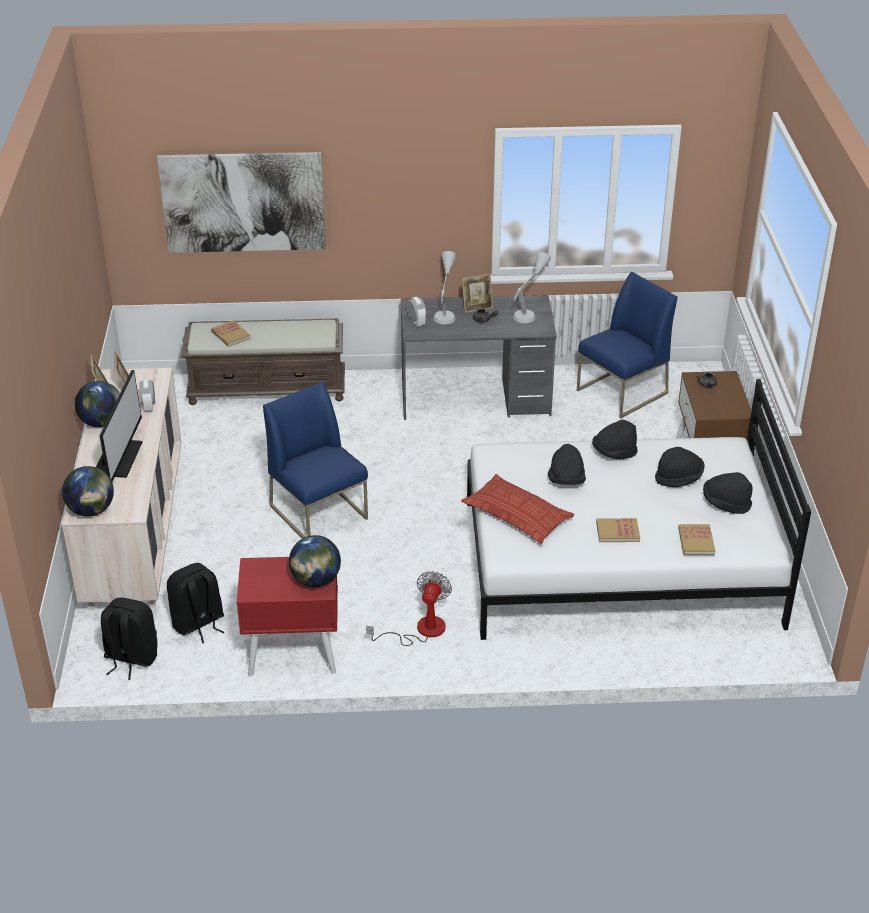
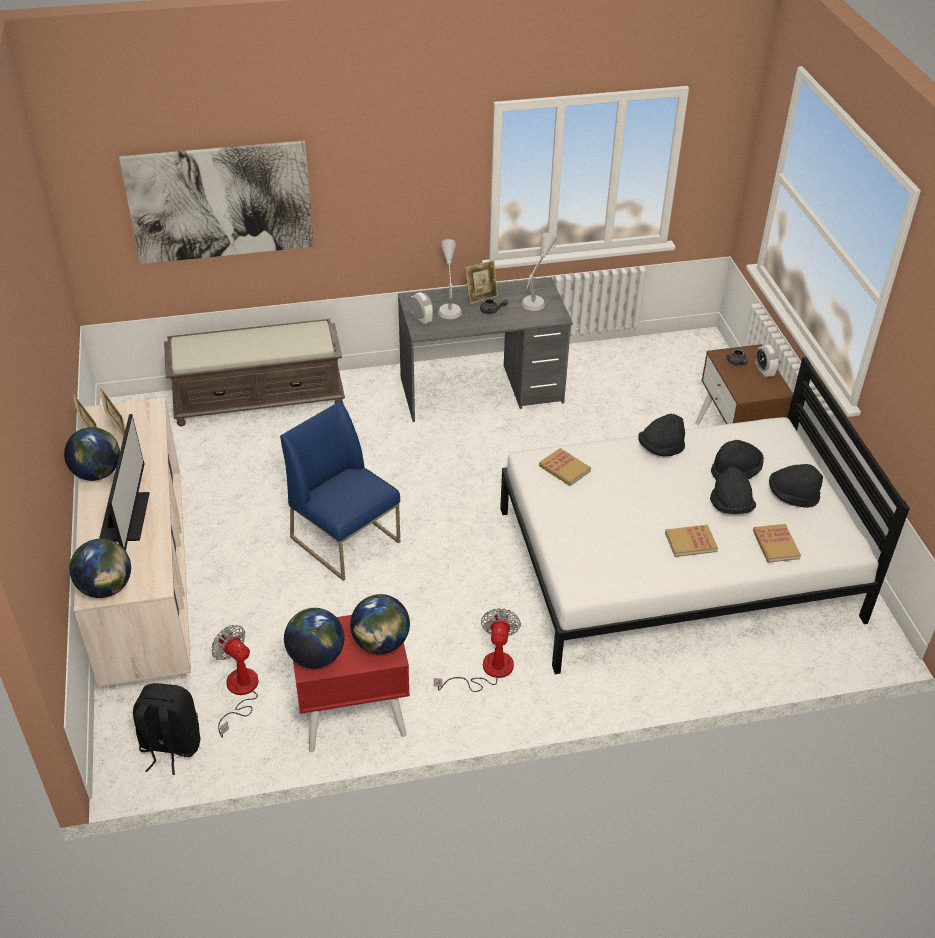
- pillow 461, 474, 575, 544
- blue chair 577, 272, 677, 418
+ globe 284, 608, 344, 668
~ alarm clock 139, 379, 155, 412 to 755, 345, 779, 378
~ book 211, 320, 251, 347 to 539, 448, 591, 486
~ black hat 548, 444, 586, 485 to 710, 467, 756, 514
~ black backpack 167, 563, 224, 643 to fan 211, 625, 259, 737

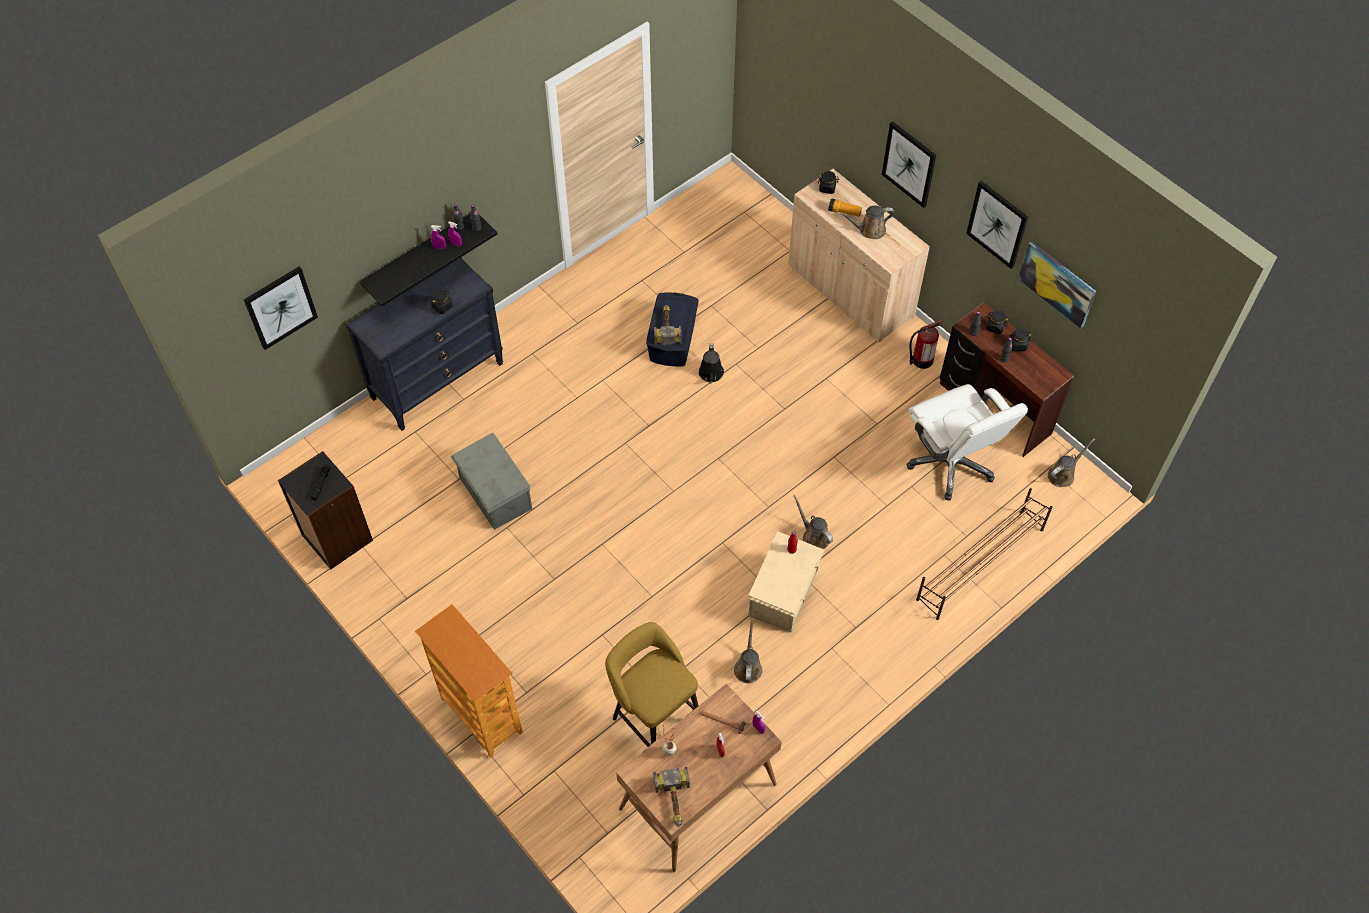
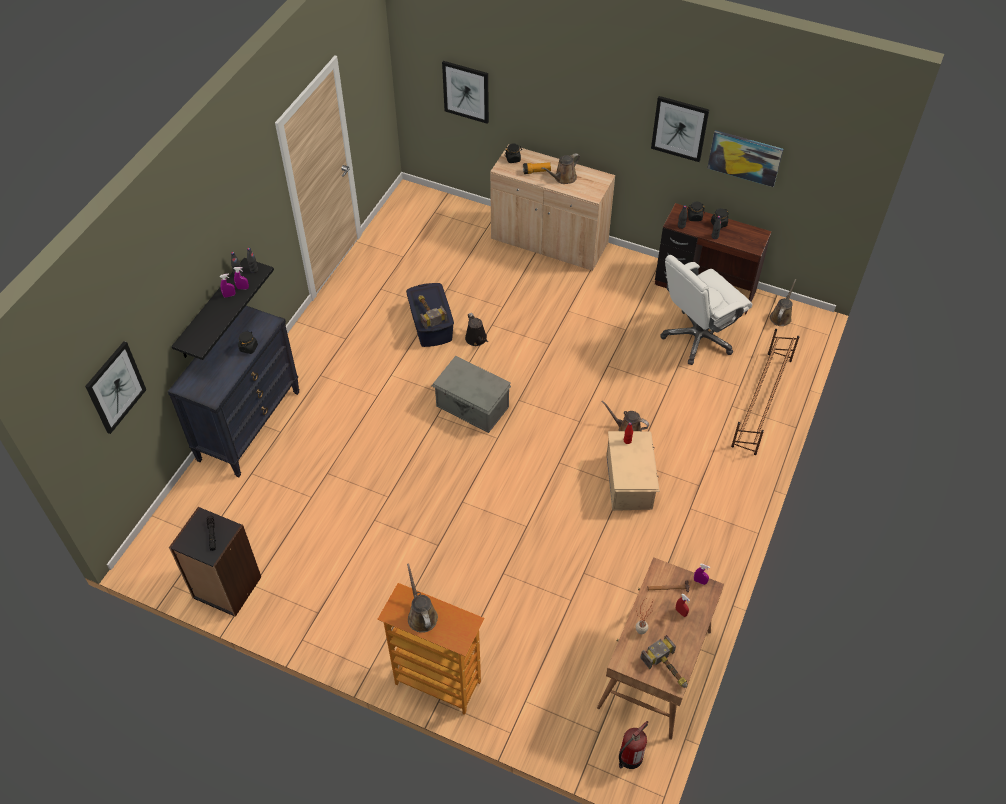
- yellow stool 605, 622, 699, 747
~ grey storage box 451, 433, 532, 530 to 431, 356, 511, 433
~ brown watering can 734, 618, 762, 683 to 407, 563, 438, 633
~ picture 882, 121, 936, 208 to 442, 61, 489, 124
~ fire extinguisher 909, 319, 944, 369 to 619, 721, 648, 769
~ white office chair 907, 384, 1028, 501 = 660, 255, 752, 365 105 degrees clockwise

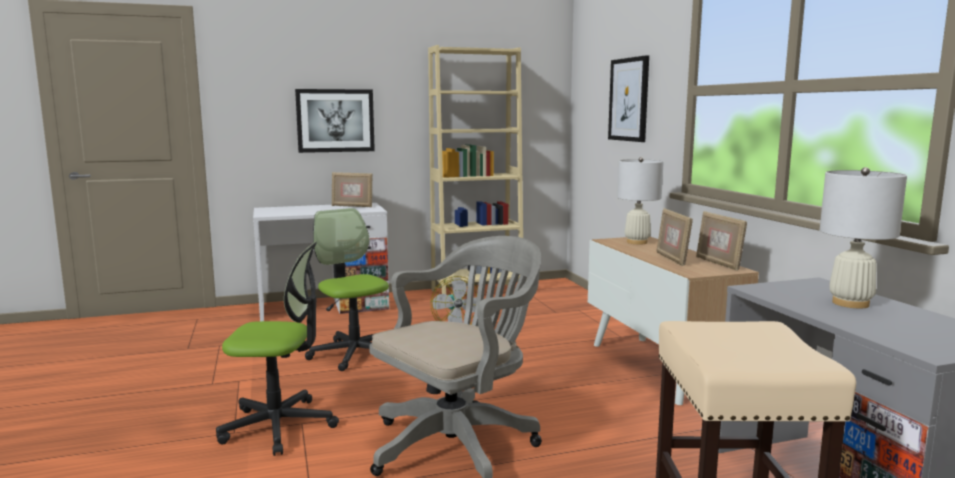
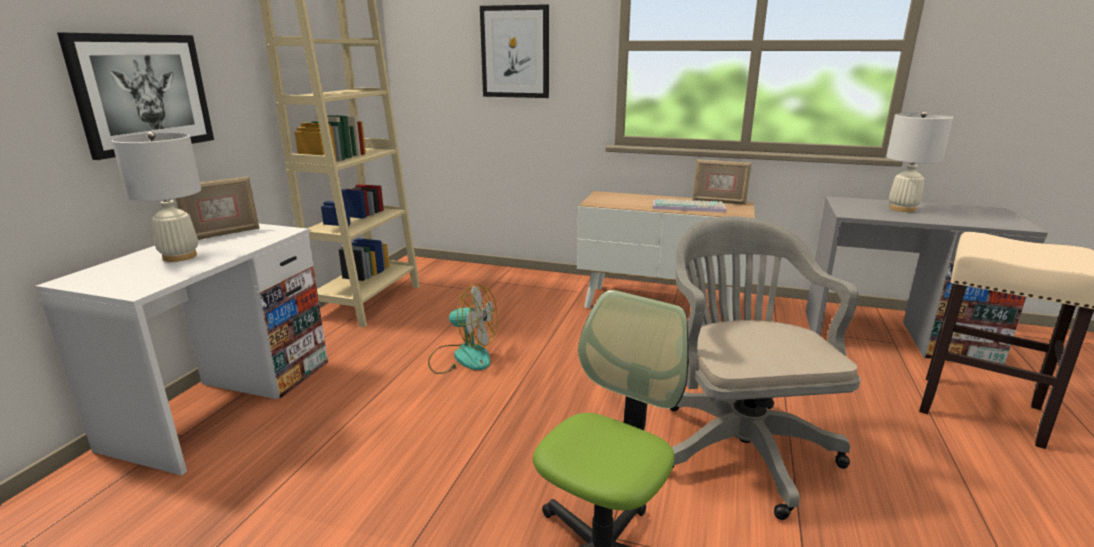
- office chair 305, 208, 389, 371
~ white table lamp 617, 157, 664, 245 to 112, 132, 201, 262
~ picture frame 657, 208, 693, 266 to keyboard 653, 199, 726, 212

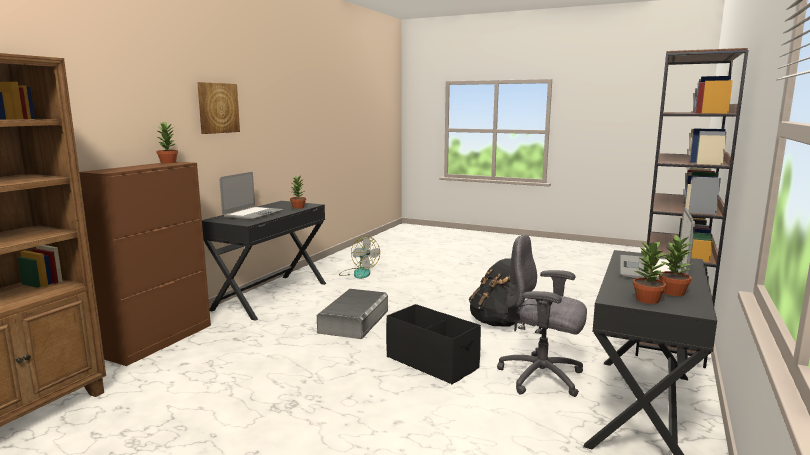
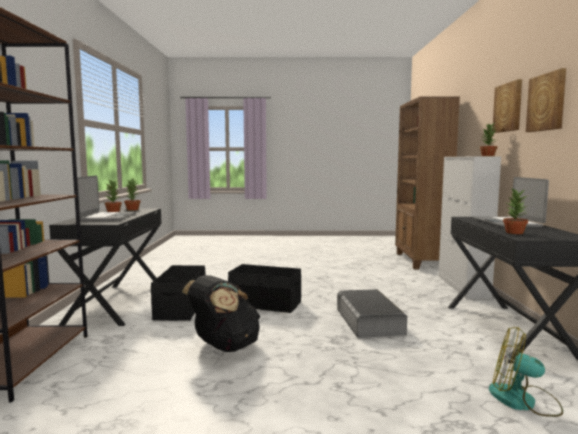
+ picture 492, 79, 522, 133
~ grey office chair 497, 234, 587, 397 to black storage box 151, 265, 206, 321
~ brown cabinet 79, 162, 211, 366 to white cabinet 438, 157, 501, 299

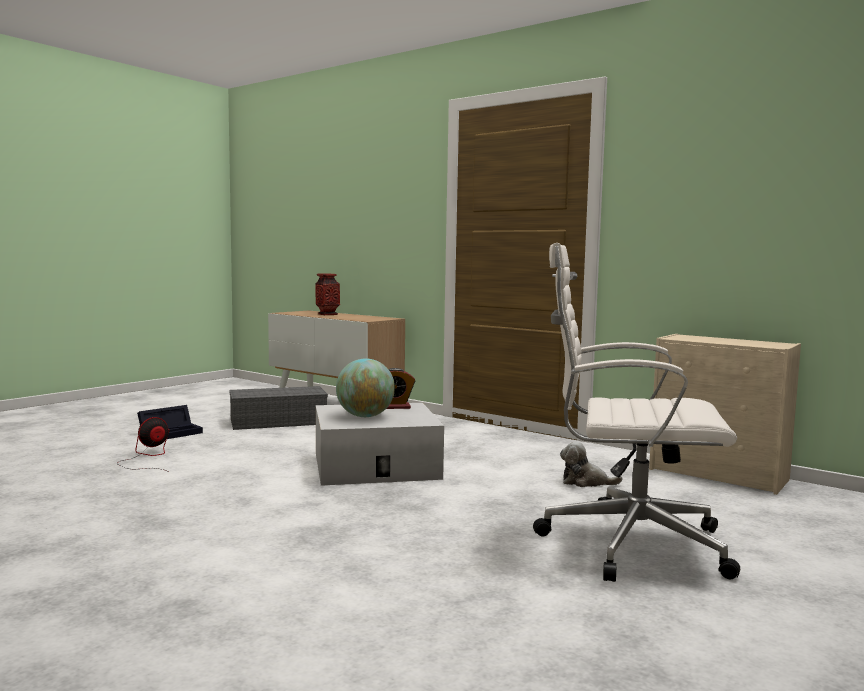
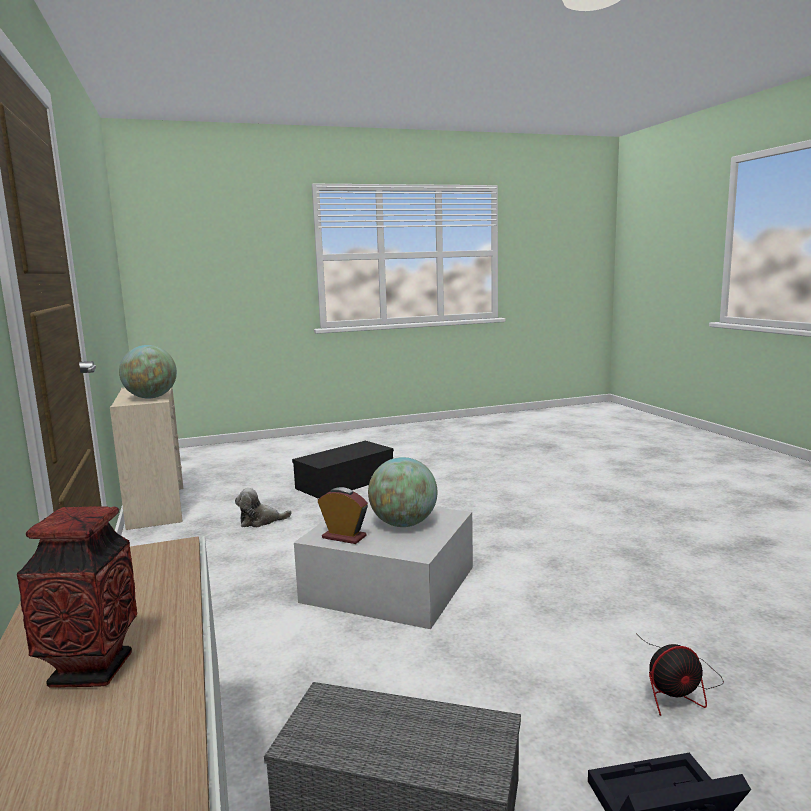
+ globe 119, 345, 177, 399
~ white office chair 533, 243, 740, 582 to black storage box 292, 441, 394, 499
~ plush toy 560, 441, 622, 487 = 235, 488, 292, 527 120 degrees clockwise

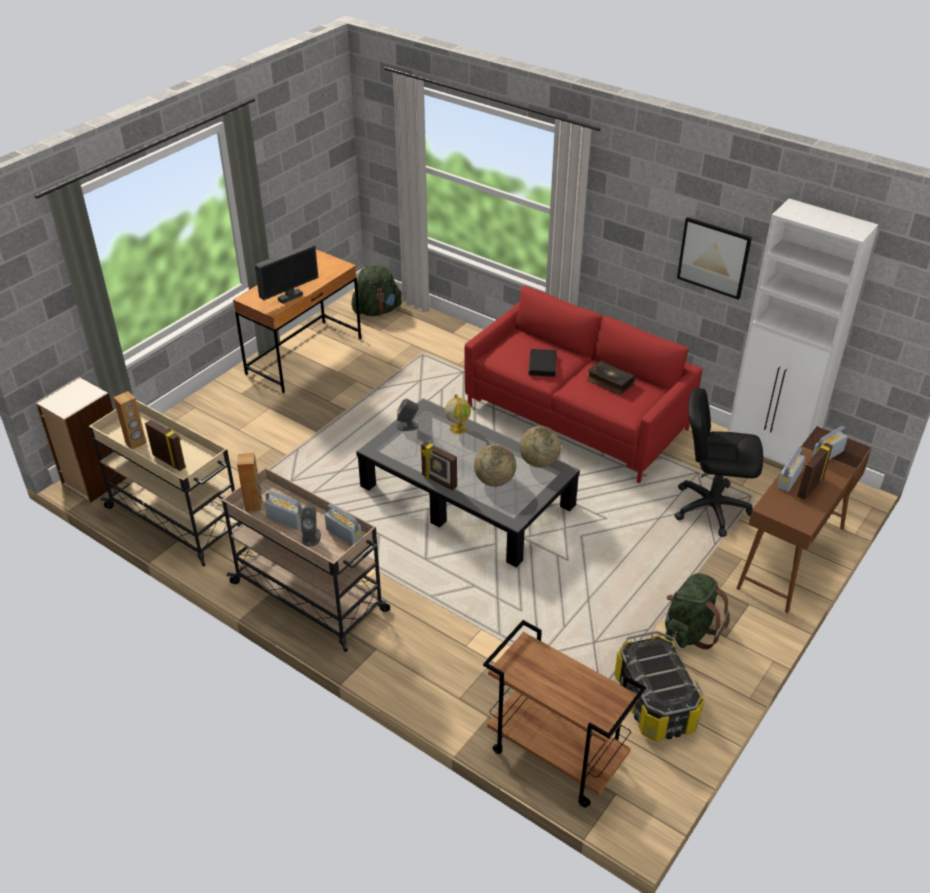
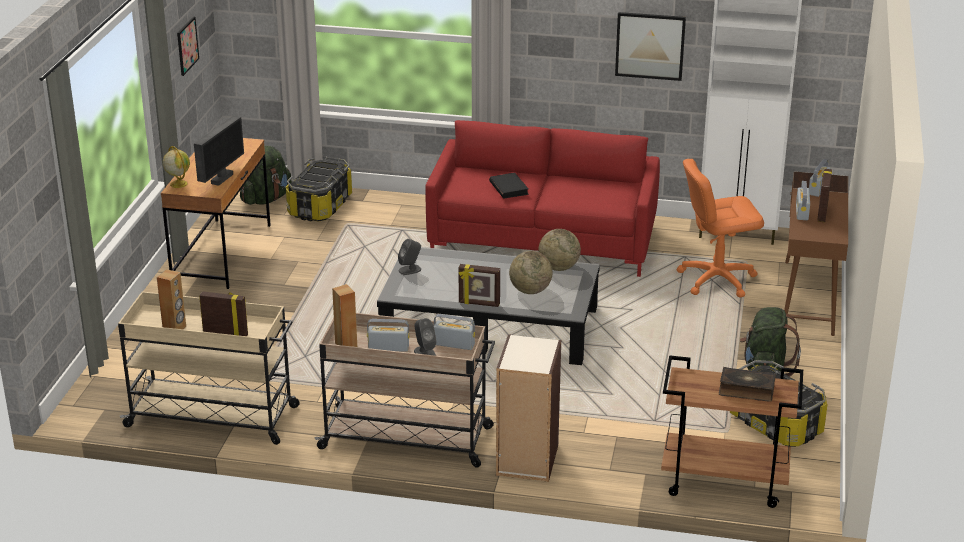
+ picture 177, 17, 199, 76
+ storage box 286, 156, 352, 222
~ bookcase 35, 377, 126, 503 to 496, 334, 561, 482
~ globe 445, 394, 471, 434 to 163, 146, 190, 188
~ book 587, 361, 635, 395 to 719, 367, 776, 402
~ black office chair 674, 388, 763, 537 to orange office chair 677, 159, 764, 297

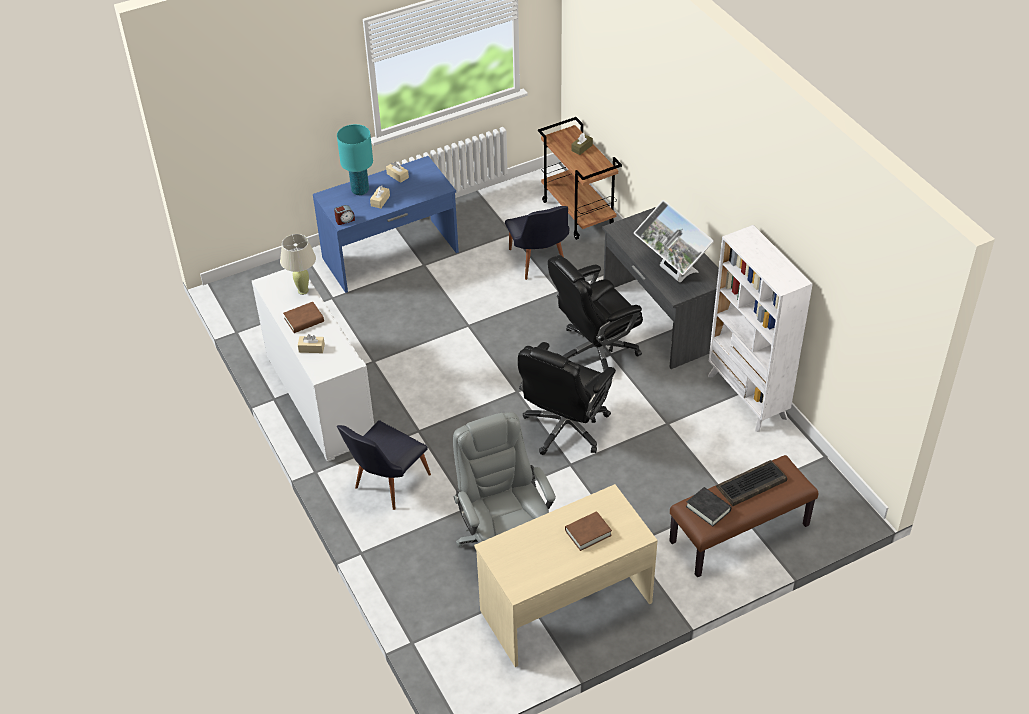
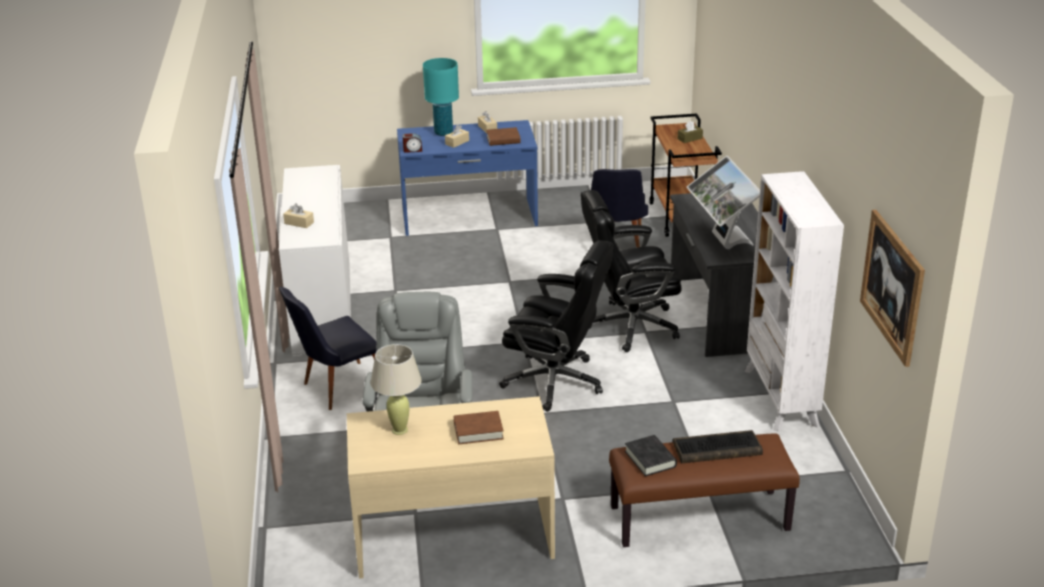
+ picture 860, 210, 925, 367
~ beige table lamp 280, 234, 316, 295 to 370, 344, 422, 435
~ brown book 283, 302, 324, 333 to 486, 127, 521, 146
~ black office chair 518, 342, 616, 455 = 499, 240, 613, 412 120 degrees counterclockwise

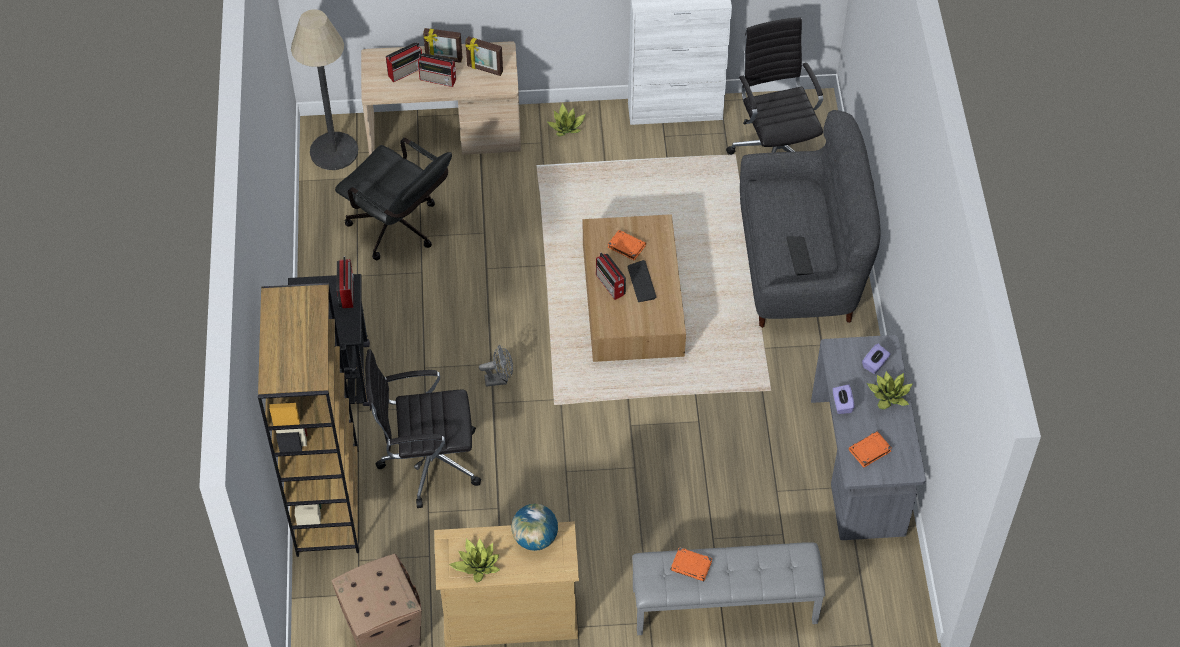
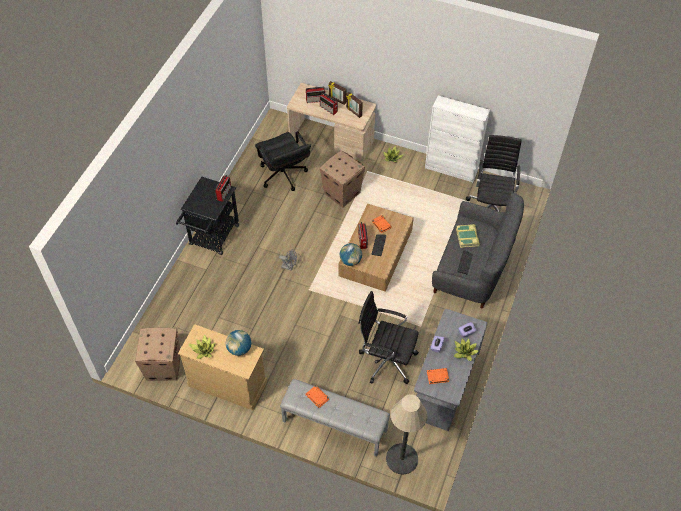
- brown bookcase 258, 283, 359, 557
+ cardboard box 320, 151, 365, 208
+ globe 340, 243, 362, 266
+ book 456, 224, 480, 248
~ floor lamp 291, 9, 358, 170 to 386, 394, 428, 475
~ black office chair 365, 349, 481, 508 to 358, 291, 419, 384

